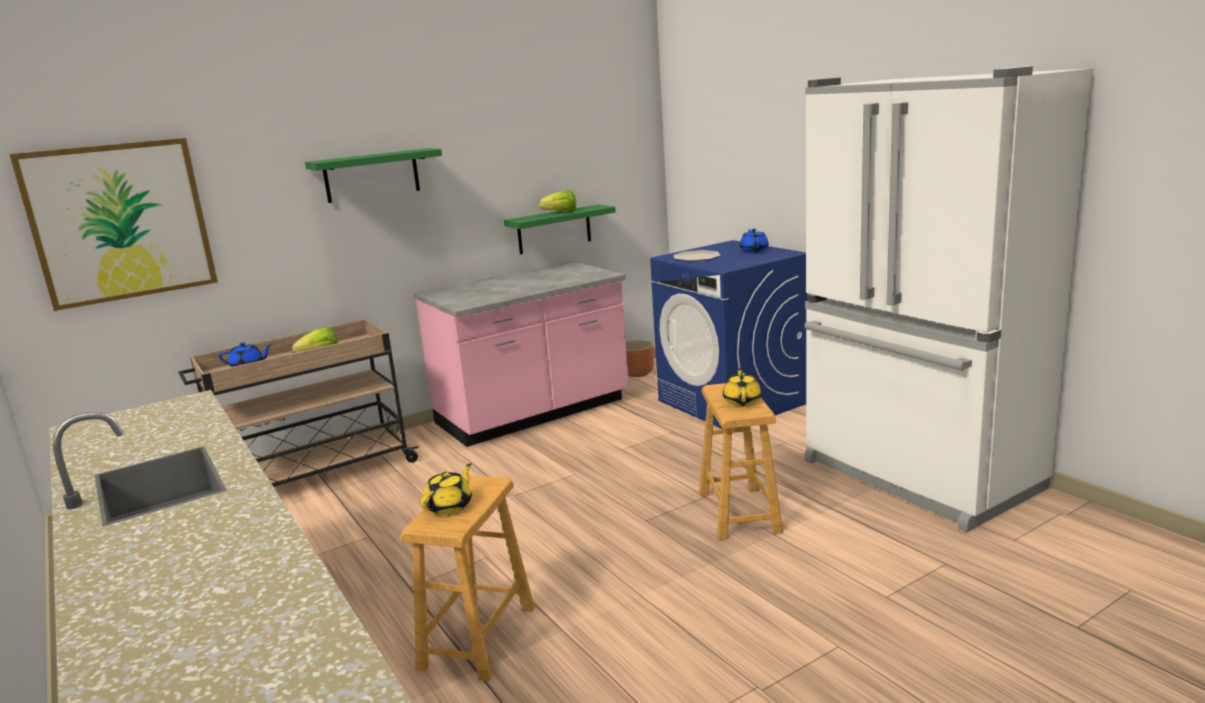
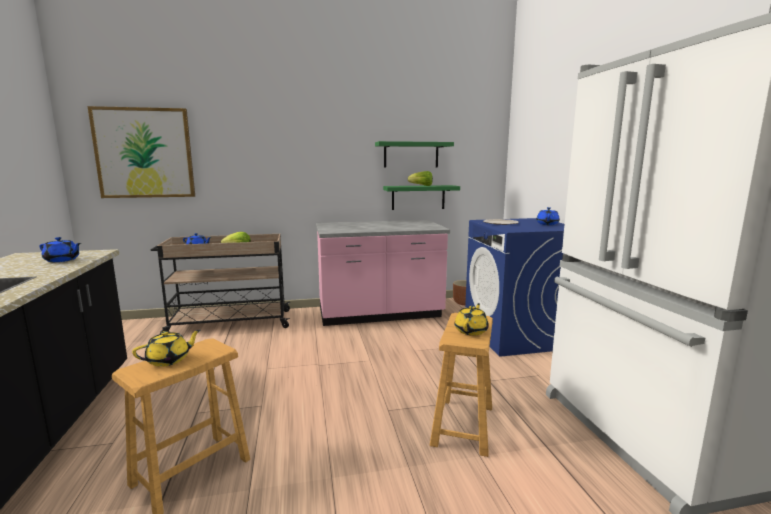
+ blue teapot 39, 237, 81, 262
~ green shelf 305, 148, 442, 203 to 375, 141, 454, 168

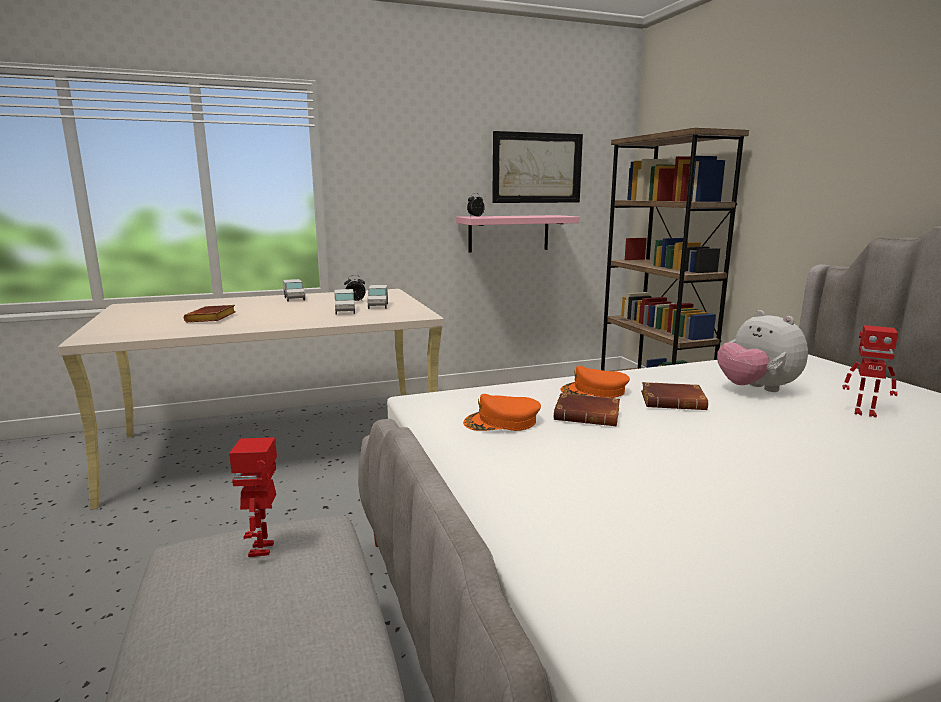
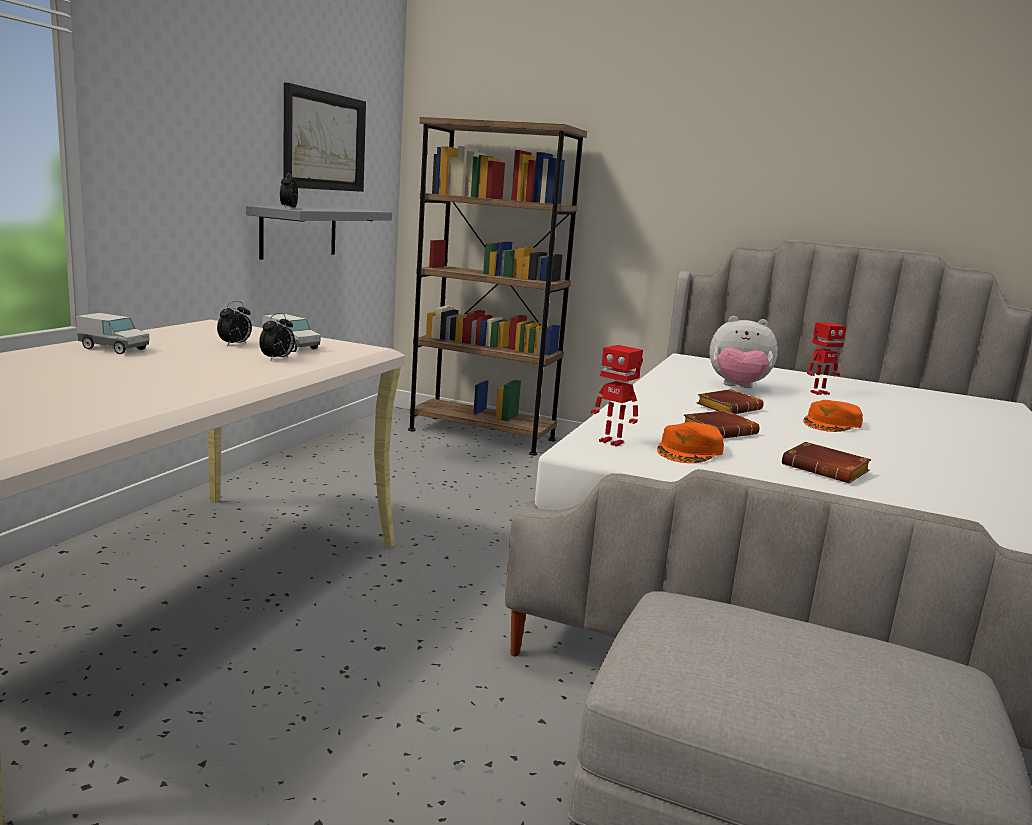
~ brown book 184, 305, 236, 322 to 782, 442, 871, 483
~ toy robot 229, 437, 277, 557 to 591, 345, 643, 447
~ orange cap 560, 366, 630, 398 to 803, 400, 863, 432
~ toy truck 335, 289, 355, 315 to alarm clock 259, 313, 295, 361
~ pink shelf 456, 215, 580, 253 to grey shelf 246, 206, 392, 260

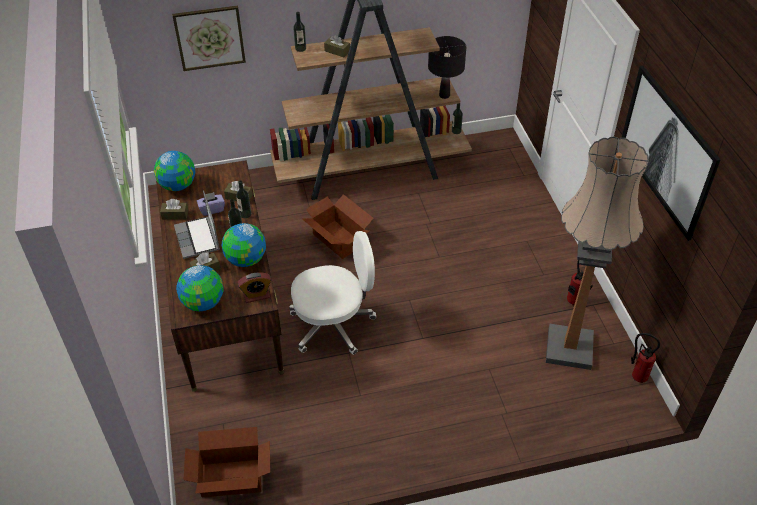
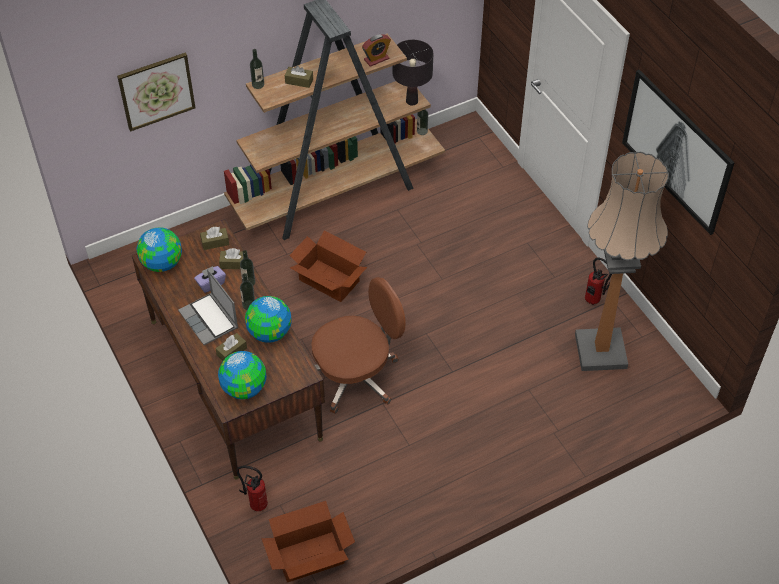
~ brown tissue box 160, 199, 188, 220 to 200, 227, 229, 250
~ alarm clock 238, 273, 271, 303 to 362, 34, 391, 67
~ fire extinguisher 631, 333, 660, 383 to 236, 466, 268, 511
~ white office chair 289, 231, 376, 355 to brown office chair 311, 277, 406, 414

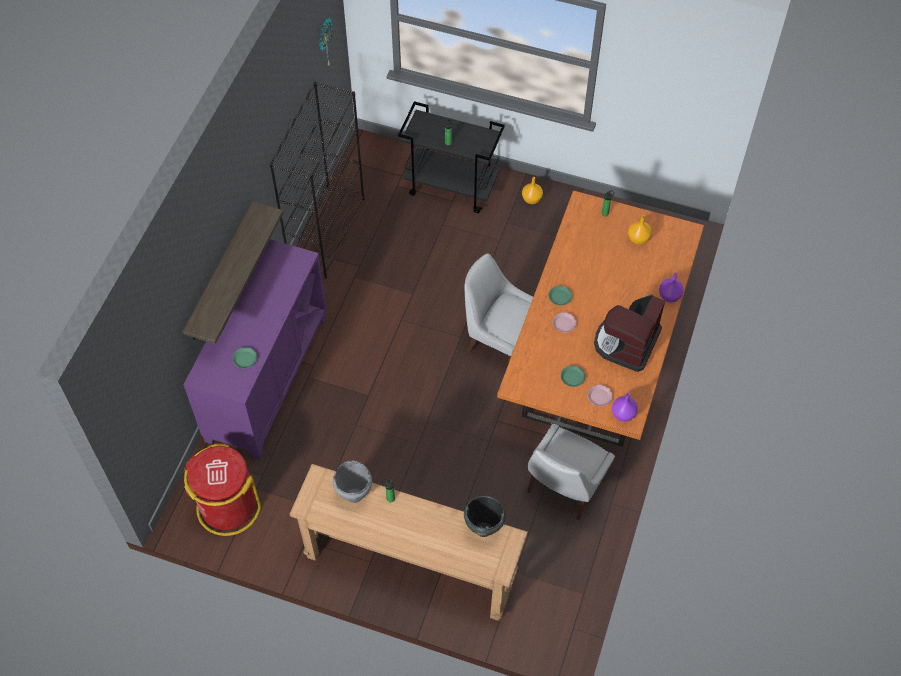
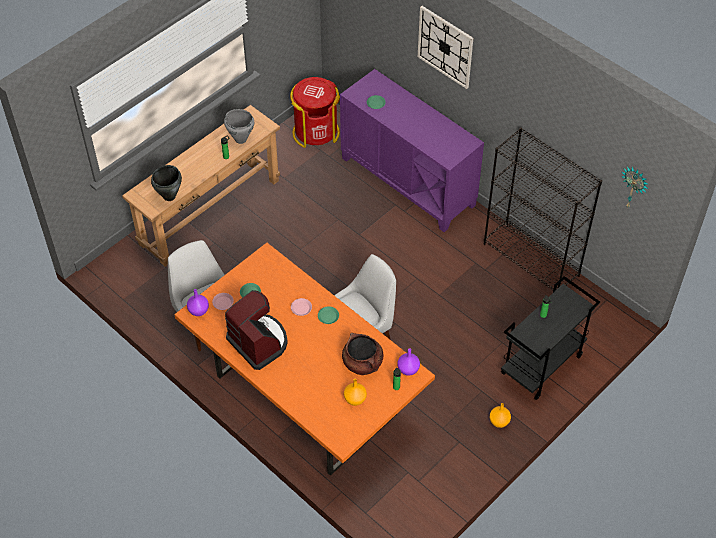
- shelf 183, 202, 283, 344
+ brown cooking pot 342, 333, 383, 375
+ wall clock 418, 6, 473, 89
~ purple vase 659, 273, 684, 303 to 398, 348, 420, 376

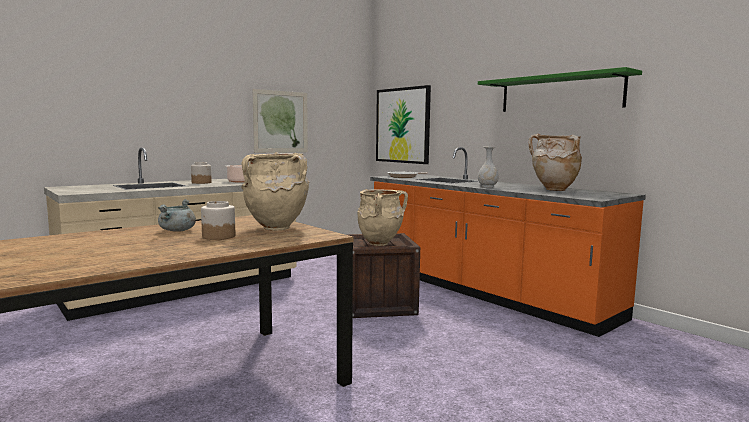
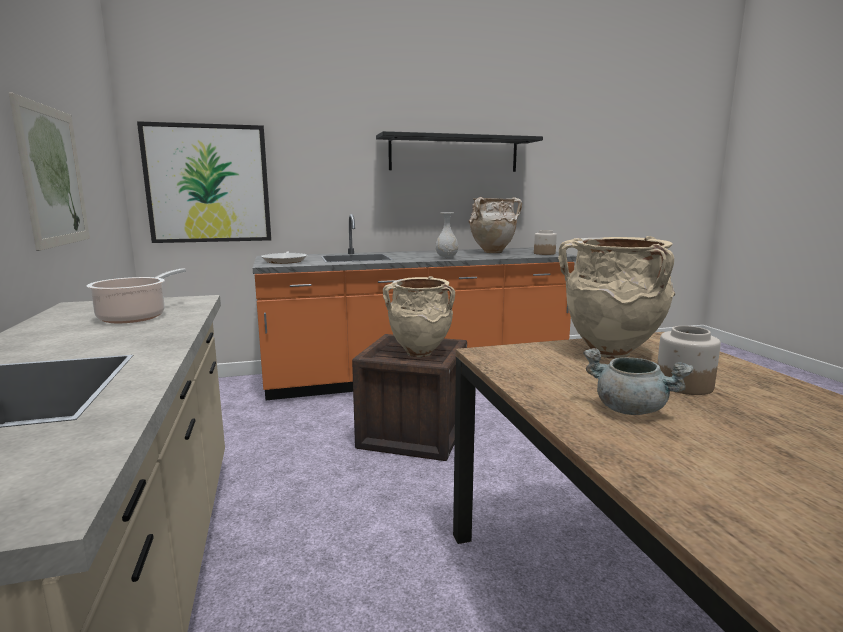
~ jar 191, 162, 212, 184 to 534, 230, 557, 255
~ green shelf 478, 67, 642, 112 to black shelf 376, 131, 543, 172

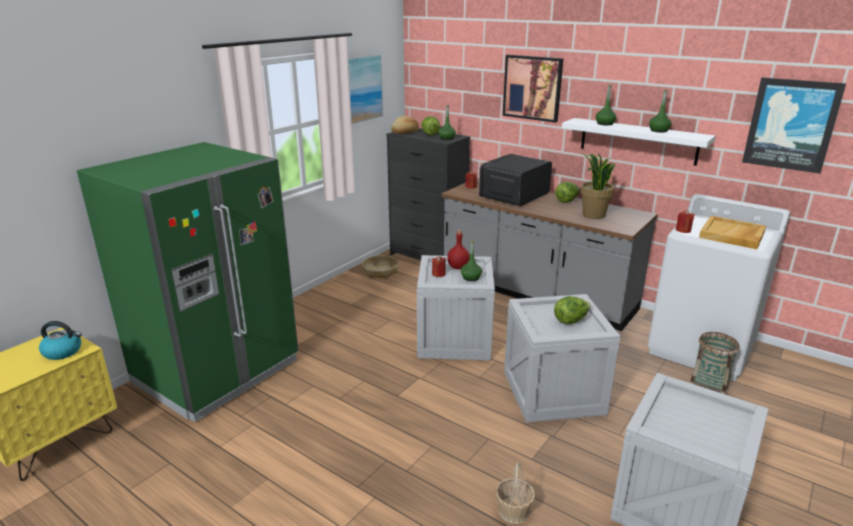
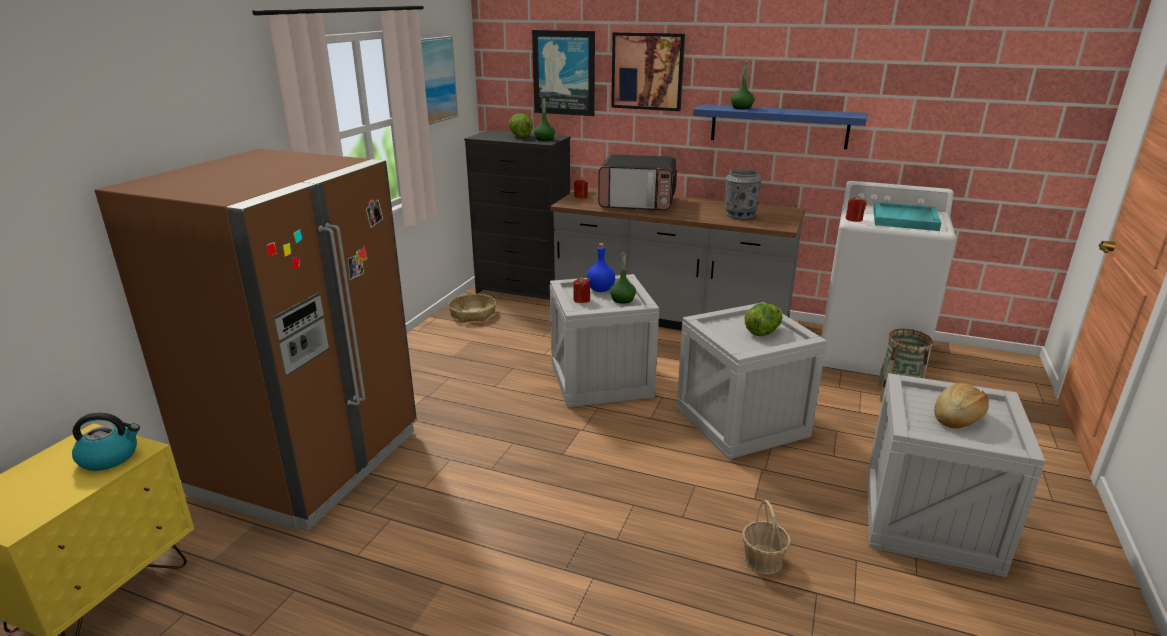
- lettuce 555, 182, 579, 203
- green bottle 649, 90, 671, 132
~ bread 391, 116, 419, 134 to 934, 383, 989, 429
~ picture 742, 77, 846, 174 to 532, 30, 595, 116
~ potted plant 581, 153, 616, 219 to grey vase 724, 169, 762, 219
~ green fridge 77, 142, 299, 422 to brown fridge 94, 149, 417, 530
~ red bottle 447, 230, 470, 269 to blue bottle 587, 243, 615, 292
~ white shelf 562, 118, 716, 166 to blue shelf 693, 104, 867, 149
~ beige tray 699, 216, 766, 249 to turquoise tray 873, 202, 941, 231
~ microwave 478, 154, 552, 206 = 598, 154, 677, 210 105 degrees counterclockwise

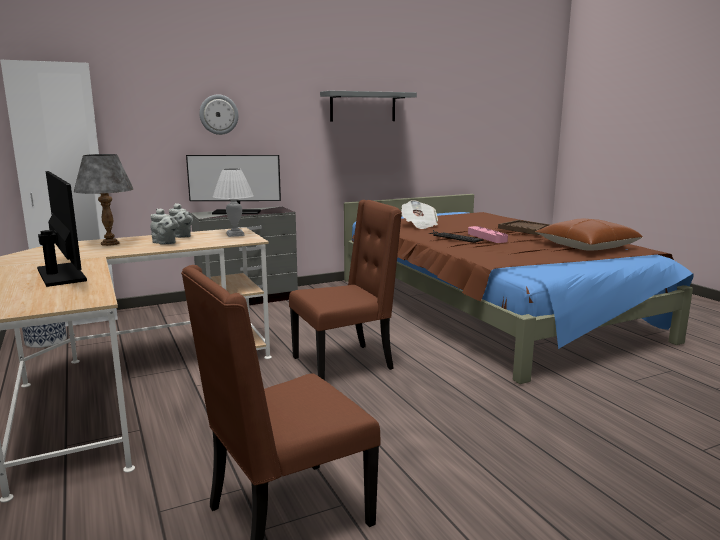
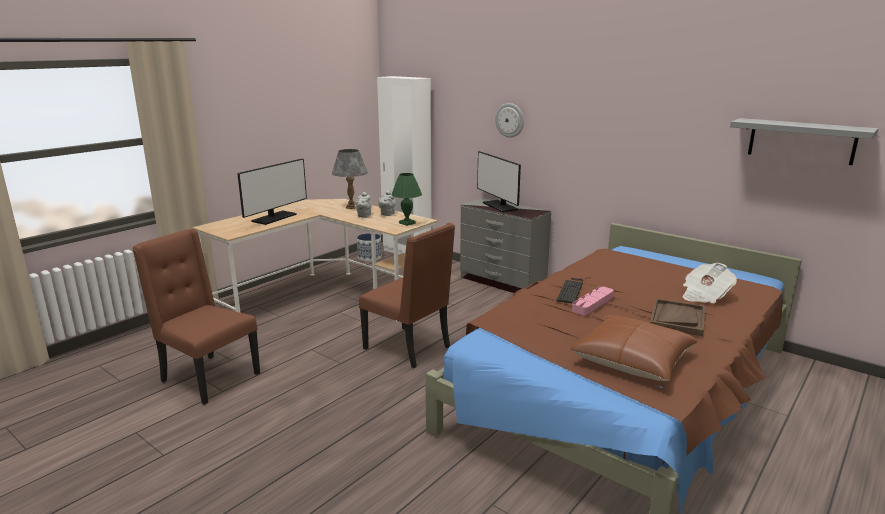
~ grey shelf 320, 91, 417, 122 to 730, 118, 879, 165
~ newspaper 401, 200, 438, 229 to 683, 263, 737, 303
~ white table lamp 213, 168, 254, 237 to green table lamp 391, 173, 422, 226

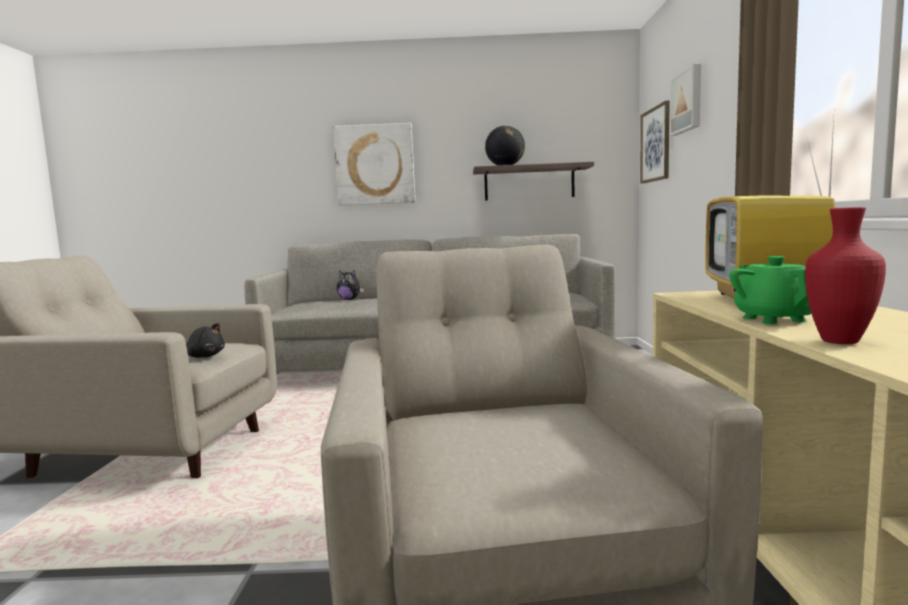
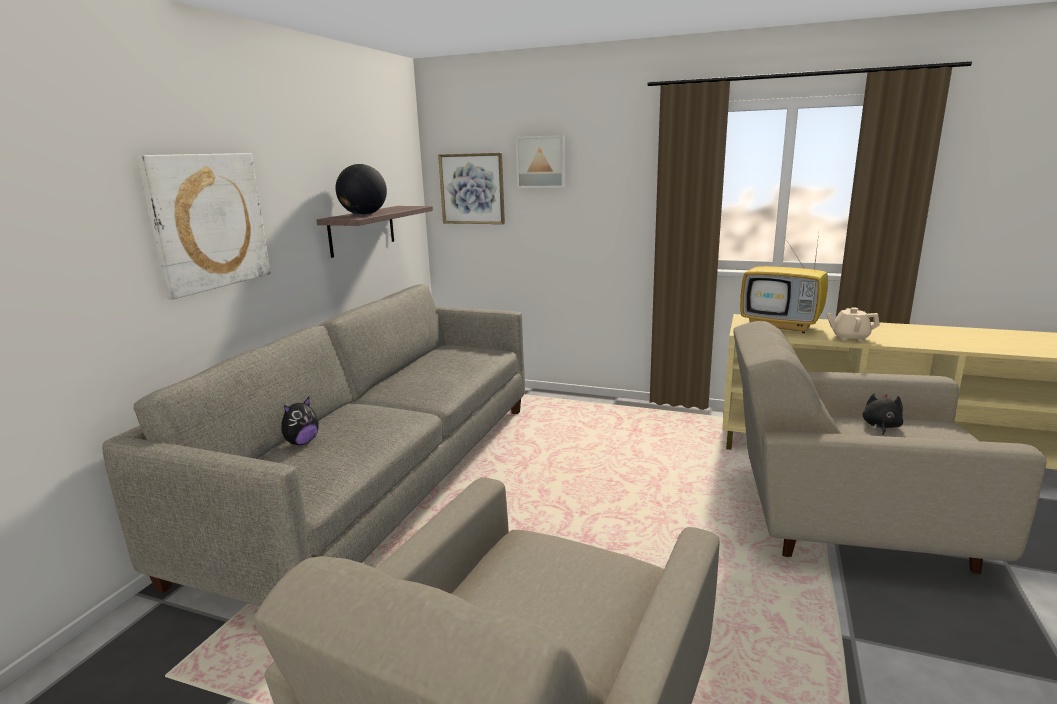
- red vase 805, 207, 886, 344
~ black plush toy 186, 323, 225, 358 to 863, 393, 903, 435
~ green teapot 729, 256, 811, 324 to beige teapot 826, 307, 880, 342

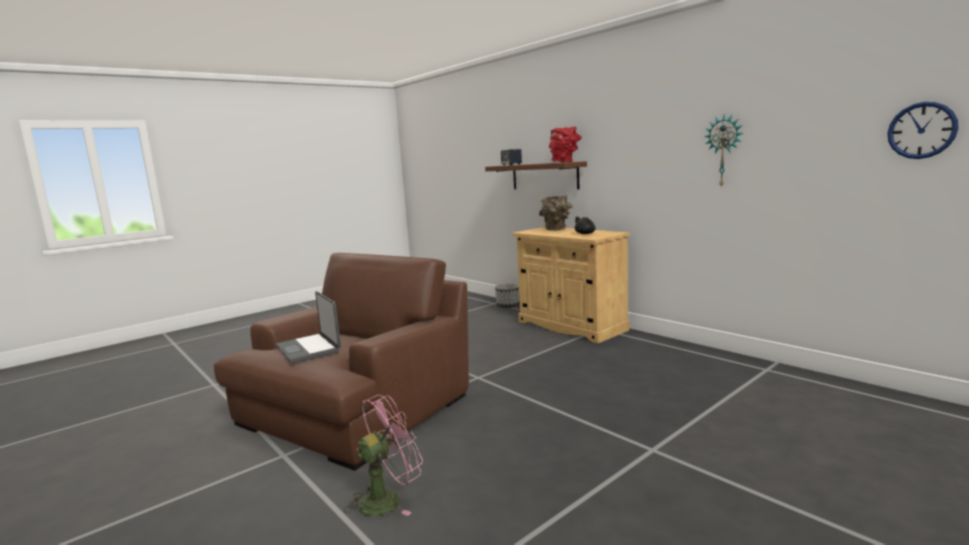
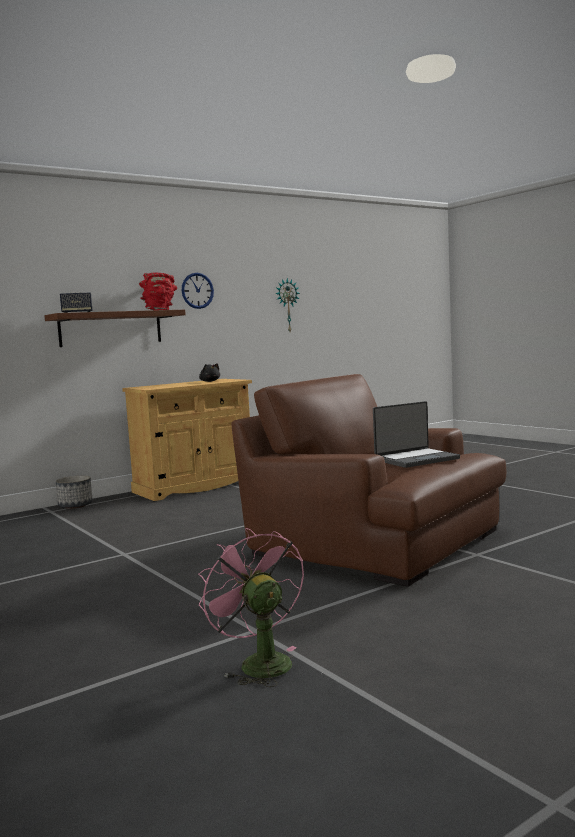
- brown vase 539, 195, 573, 231
~ pink fan 344, 395, 423, 516 to 198, 528, 304, 687
~ wall clock 887, 102, 959, 159 to 182, 273, 214, 309

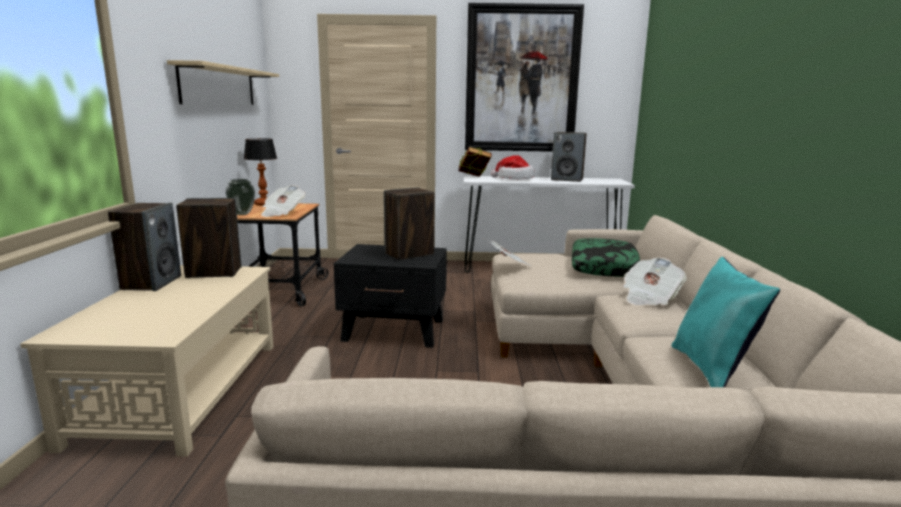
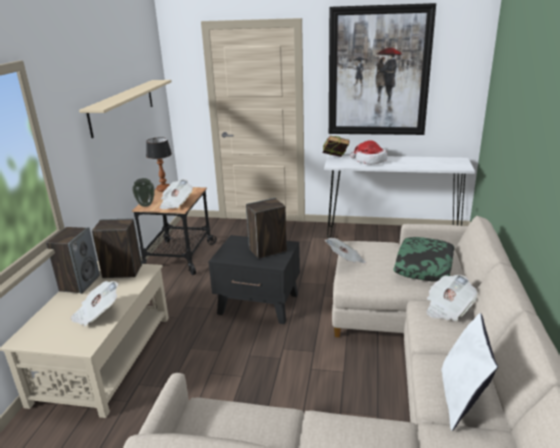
- speaker 551, 132, 587, 182
+ newspaper 70, 281, 119, 327
~ turquoise pillow 671, 257, 780, 387 to white pillow 441, 313, 498, 431

